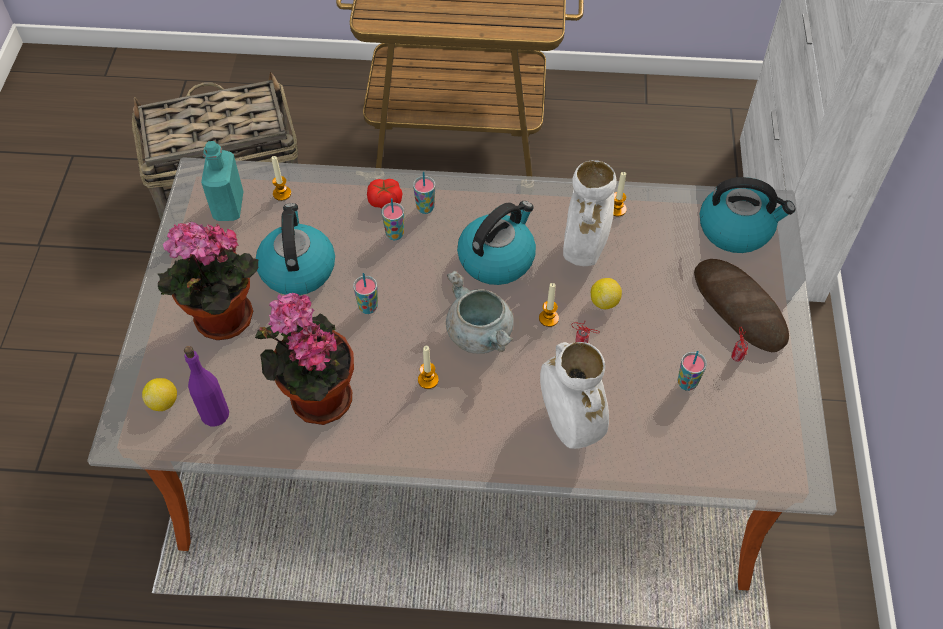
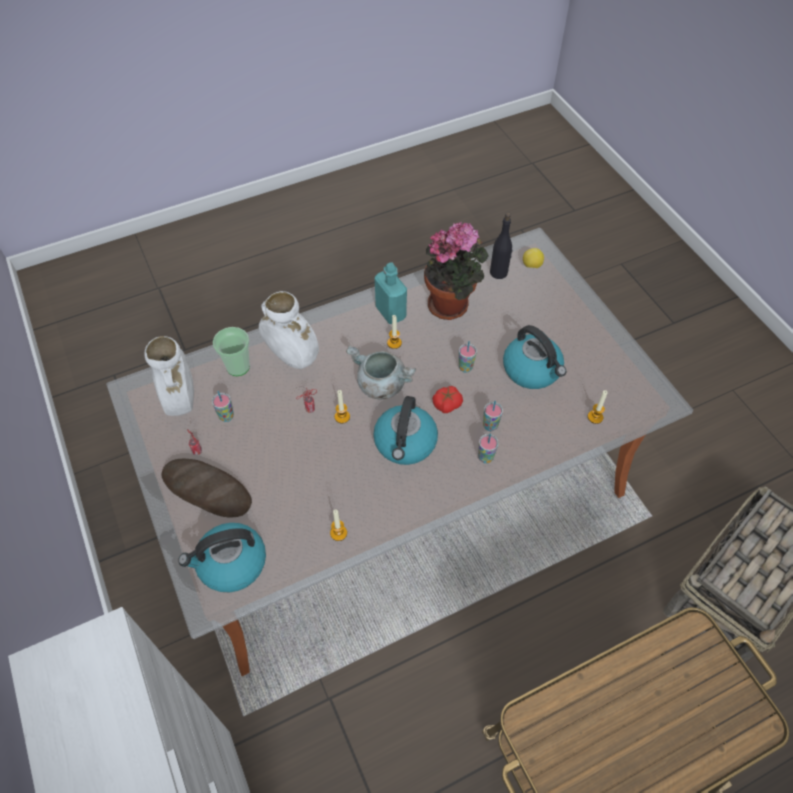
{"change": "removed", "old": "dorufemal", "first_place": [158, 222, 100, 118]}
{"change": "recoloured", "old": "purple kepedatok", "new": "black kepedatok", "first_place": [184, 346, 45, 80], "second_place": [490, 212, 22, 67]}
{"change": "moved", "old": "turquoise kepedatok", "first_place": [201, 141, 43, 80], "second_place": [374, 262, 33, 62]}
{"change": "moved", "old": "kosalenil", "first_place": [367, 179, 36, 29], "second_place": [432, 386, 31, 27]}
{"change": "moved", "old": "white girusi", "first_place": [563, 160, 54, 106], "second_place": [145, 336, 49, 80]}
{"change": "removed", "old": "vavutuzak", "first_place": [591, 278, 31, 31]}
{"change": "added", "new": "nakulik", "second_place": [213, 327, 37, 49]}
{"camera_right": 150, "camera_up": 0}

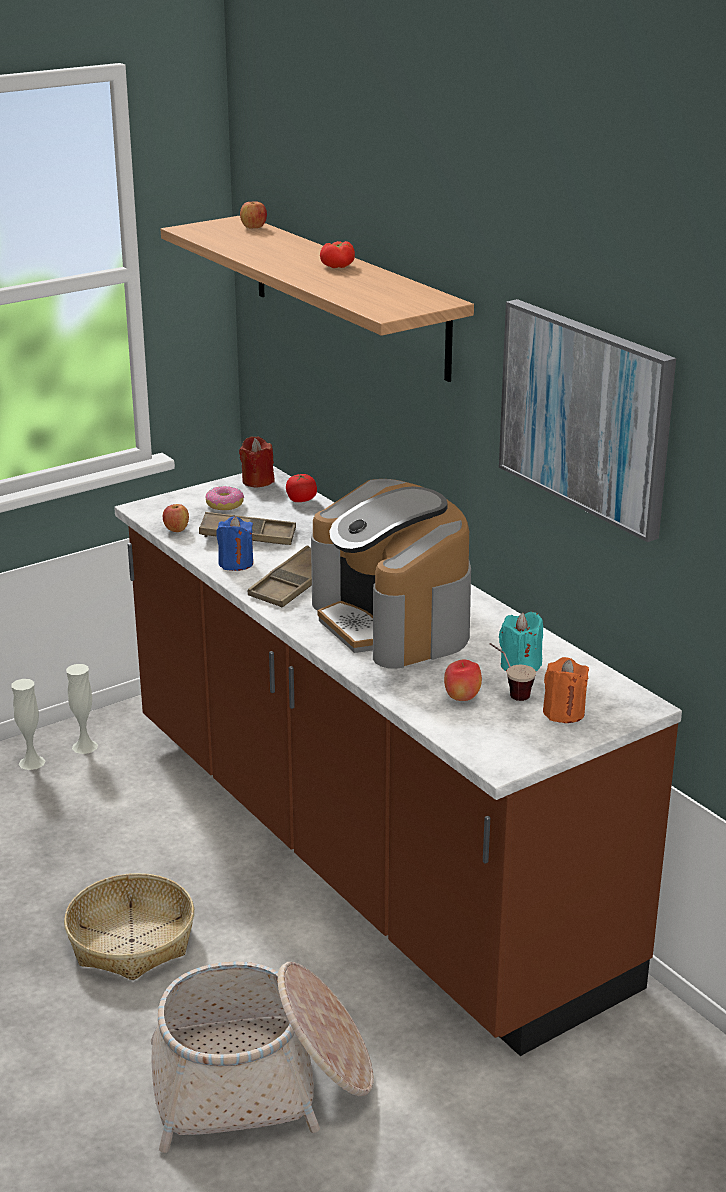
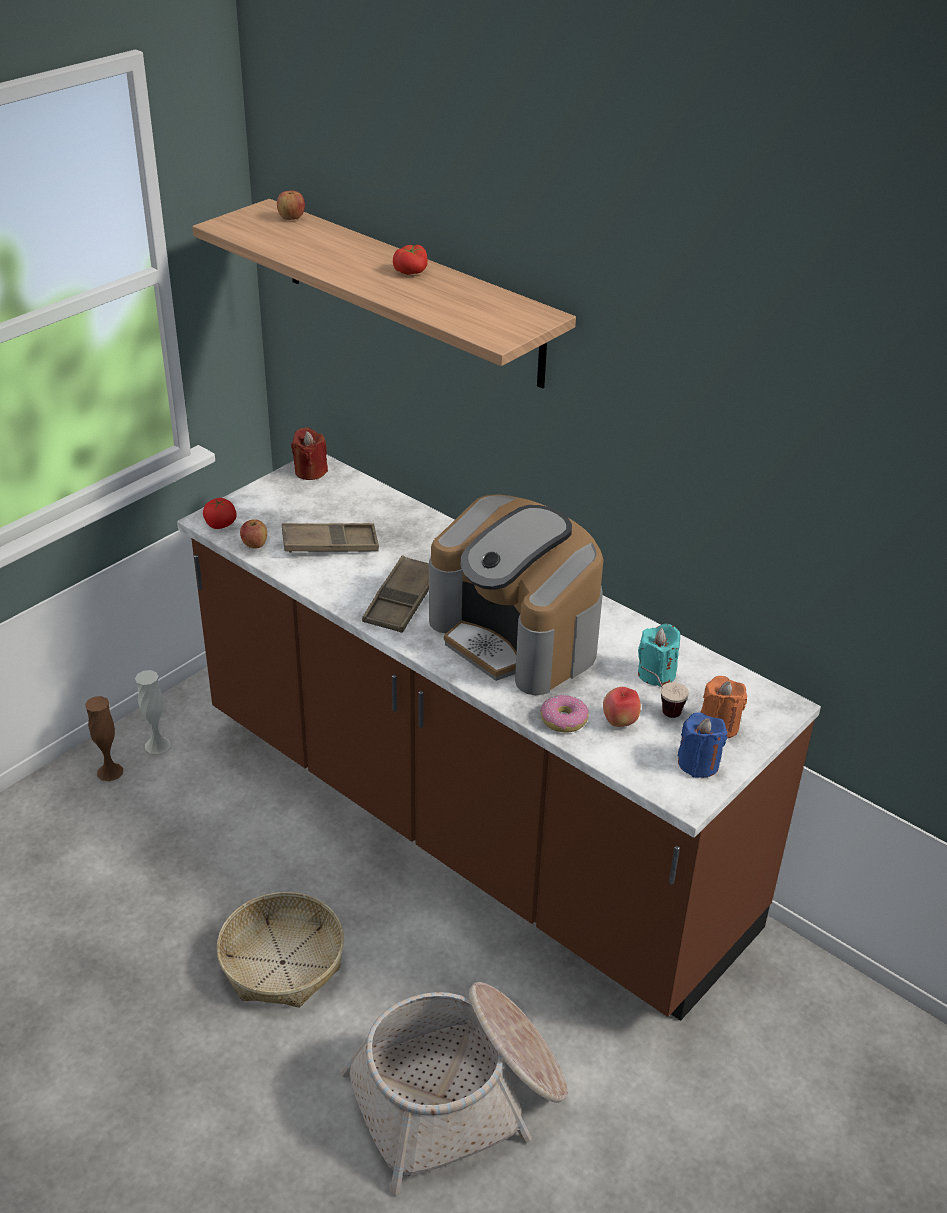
{"change": "recoloured", "old": "white girusi", "new": "brown girusi", "first_place": [11, 679, 34, 91], "second_place": [85, 696, 38, 85]}
{"change": "moved", "old": "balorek", "first_place": [205, 486, 39, 24], "second_place": [540, 695, 49, 38]}
{"change": "moved", "old": "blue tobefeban", "first_place": [216, 517, 37, 54], "second_place": [678, 713, 50, 65]}
{"change": "moved", "old": "kosalenil", "first_place": [286, 474, 31, 28], "second_place": [203, 498, 34, 31]}
{"change": "removed", "old": "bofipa", "first_place": [499, 299, 177, 243]}
{"camera_right": -15, "camera_up": 10}

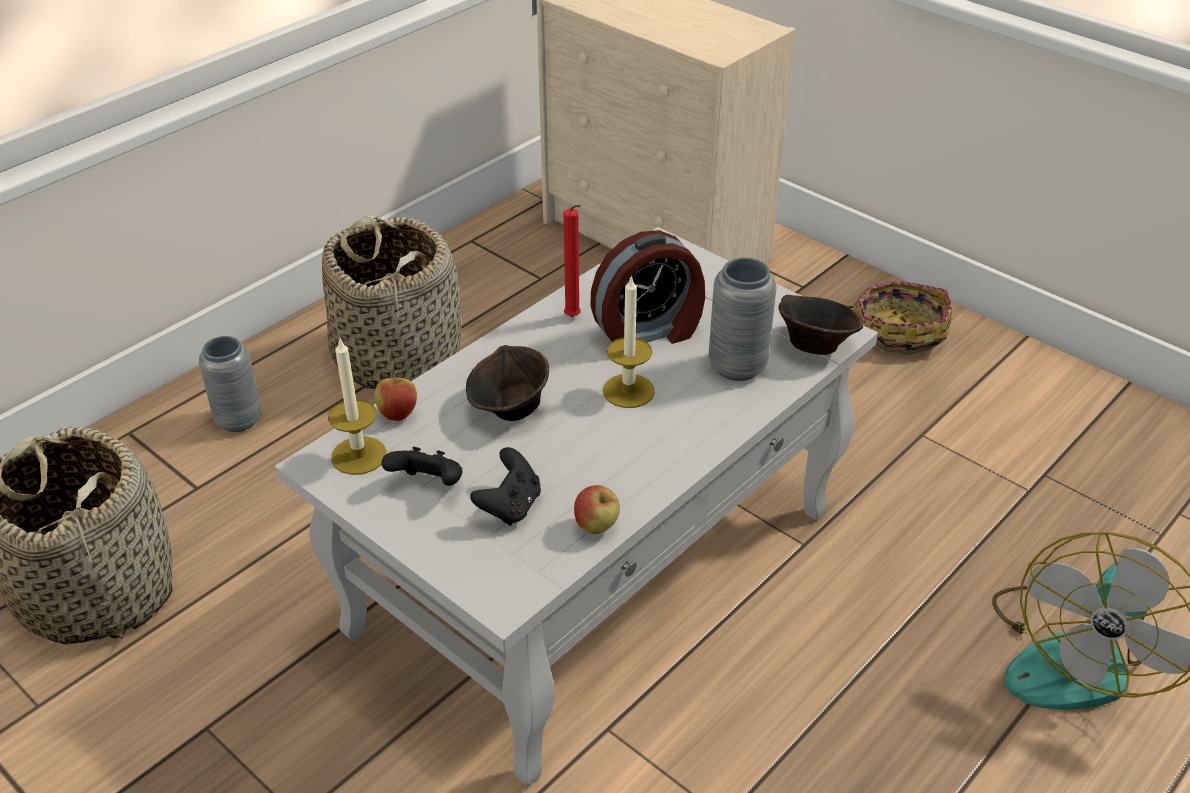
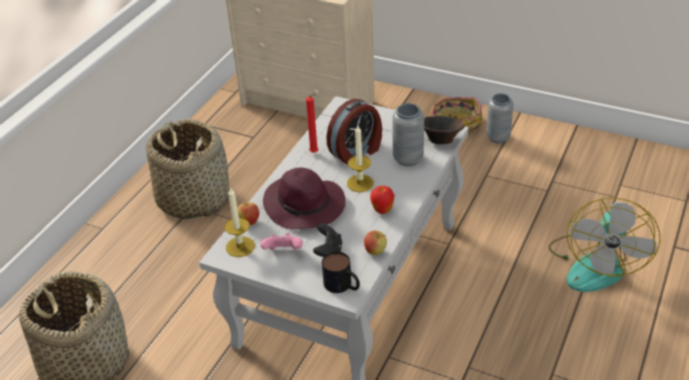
{"change": "moved", "old": "grey girusi", "first_place": [199, 336, 62, 96], "second_place": [486, 93, 28, 50]}
{"change": "recoloured", "old": "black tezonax", "new": "pink tezonax", "first_place": [381, 447, 81, 39], "second_place": [261, 233, 42, 17]}
{"change": "replaced", "old": "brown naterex", "new": "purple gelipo", "first_place": [466, 345, 83, 76], "second_place": [263, 167, 83, 62]}
{"change": "added", "new": "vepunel", "second_place": [322, 252, 38, 41]}
{"change": "added", "new": "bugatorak", "second_place": [370, 186, 25, 28]}
{"camera_right": -15, "camera_up": 0}

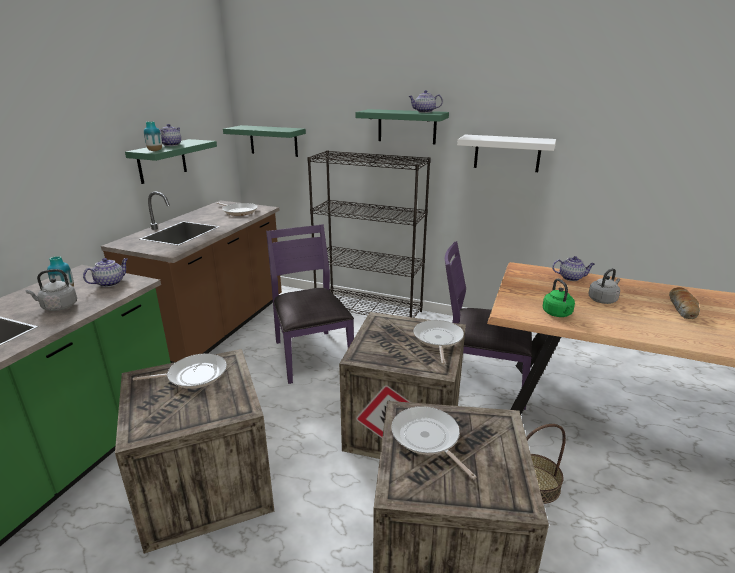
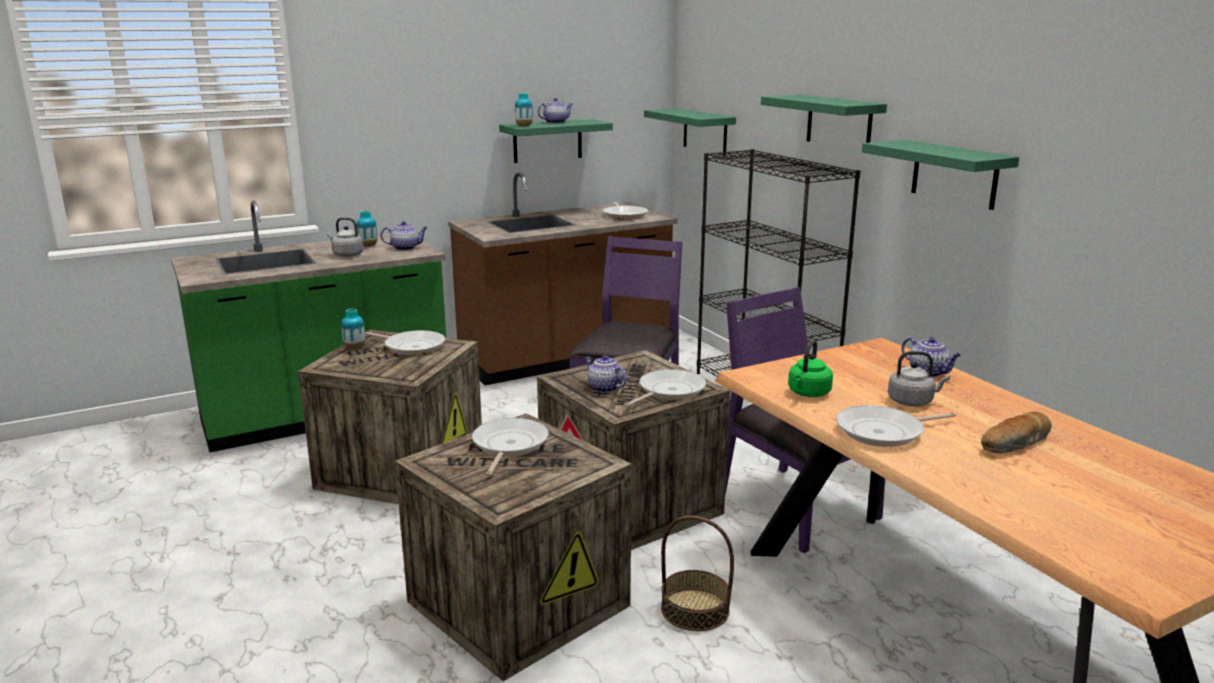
{"change": "moved", "old": "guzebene", "first_place": [409, 90, 34, 23], "second_place": [585, 355, 42, 38]}
{"change": "recoloured", "old": "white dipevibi", "new": "green dipevibi", "first_place": [457, 135, 99, 37], "second_place": [862, 140, 157, 70]}
{"change": "added", "new": "girusi", "second_place": [341, 309, 24, 40]}
{"change": "added", "new": "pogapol", "second_place": [836, 405, 120, 42]}
{"camera_right": 40, "camera_up": -5}

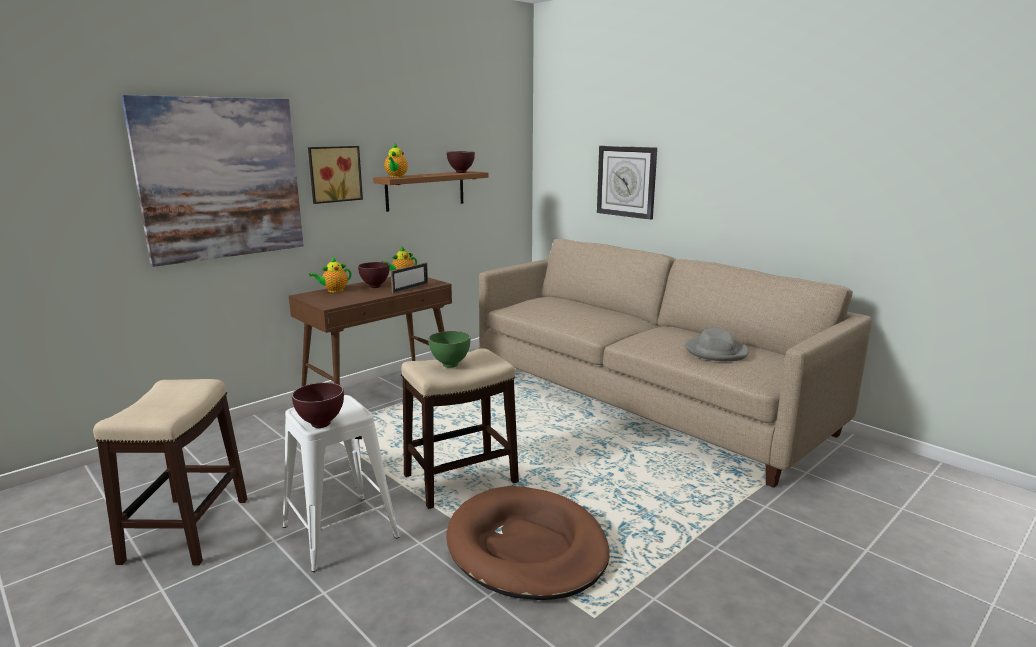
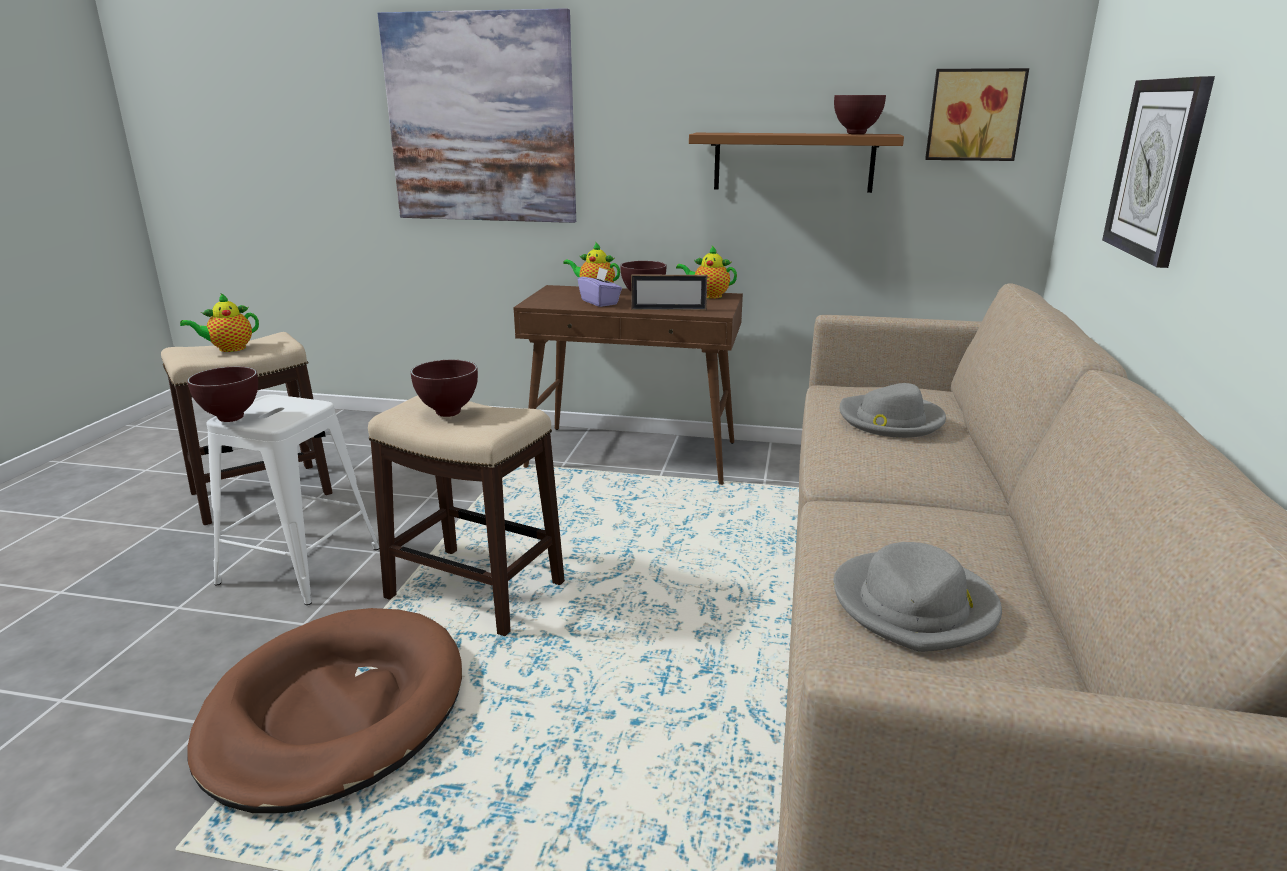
{"change": "moved", "old": "bofipa", "first_place": [308, 146, 55, 58], "second_place": [925, 68, 104, 93]}
{"change": "moved", "old": "guzebene", "first_place": [384, 142, 24, 35], "second_place": [180, 293, 79, 59]}
{"change": "recoloured", "old": "green naterex", "new": "brown naterex", "first_place": [429, 331, 41, 37], "second_place": [411, 360, 67, 57]}
{"change": "added", "new": "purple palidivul", "second_place": [578, 267, 44, 40]}
{"change": "added", "new": "grey gelipo", "second_place": [840, 383, 106, 55]}
{"camera_right": 55, "camera_up": 5}

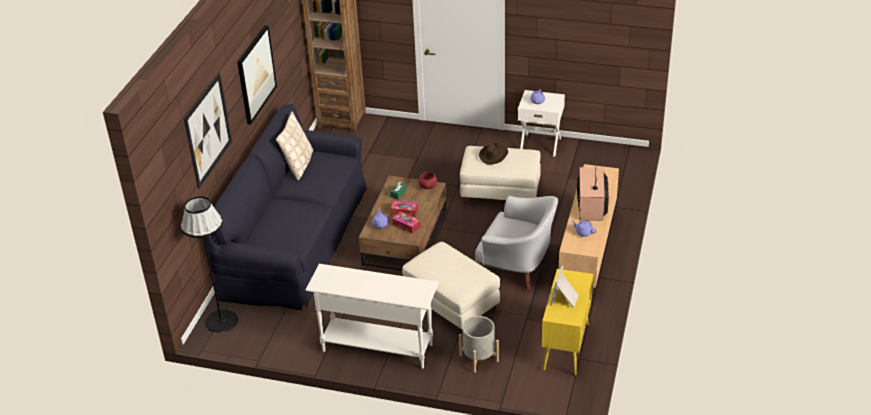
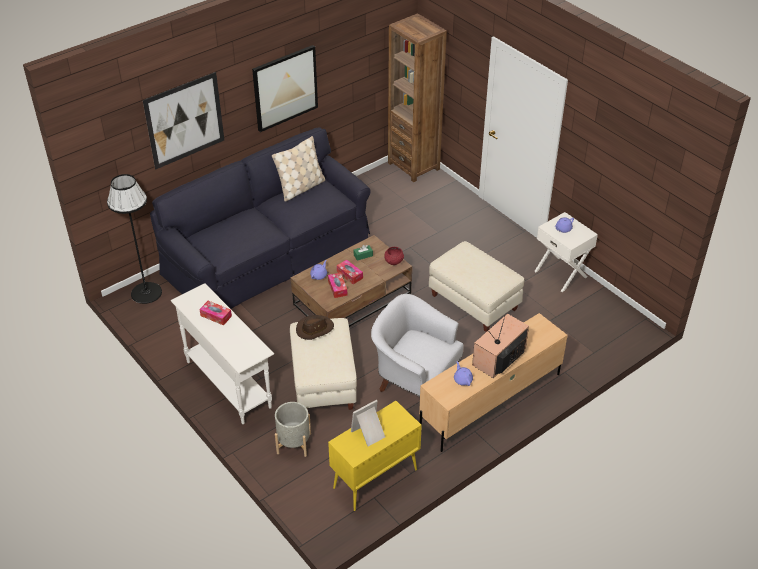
{"change": "turned", "old": "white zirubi", "first_place": [475, 196, 83, 94], "second_place": [371, 294, 93, 103], "degrees": 150}
{"change": "moved", "old": "brown gelipo", "first_place": [479, 143, 29, 21], "second_place": [296, 315, 38, 25]}
{"change": "added", "new": "palidivul", "second_place": [200, 301, 32, 24]}
{"camera_right": 35, "camera_up": 5}

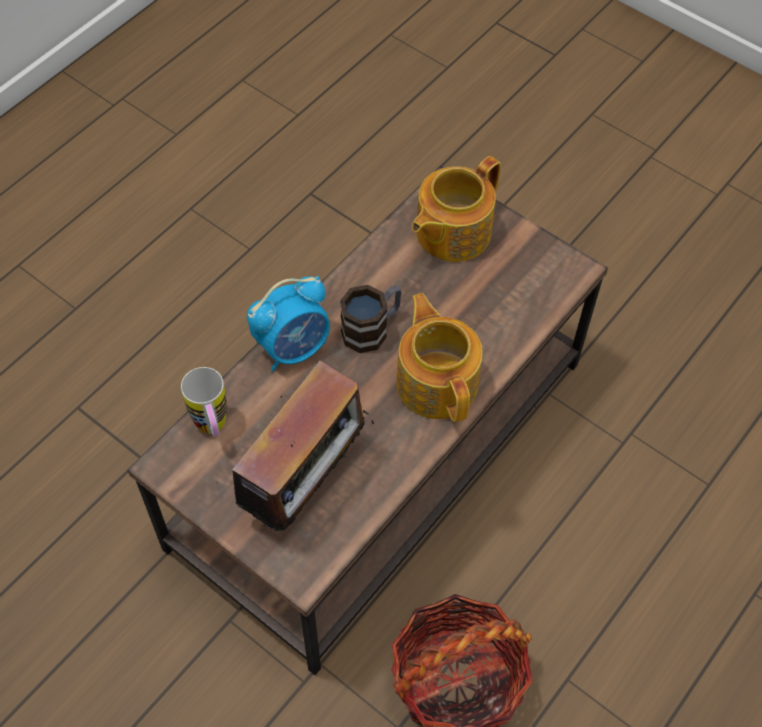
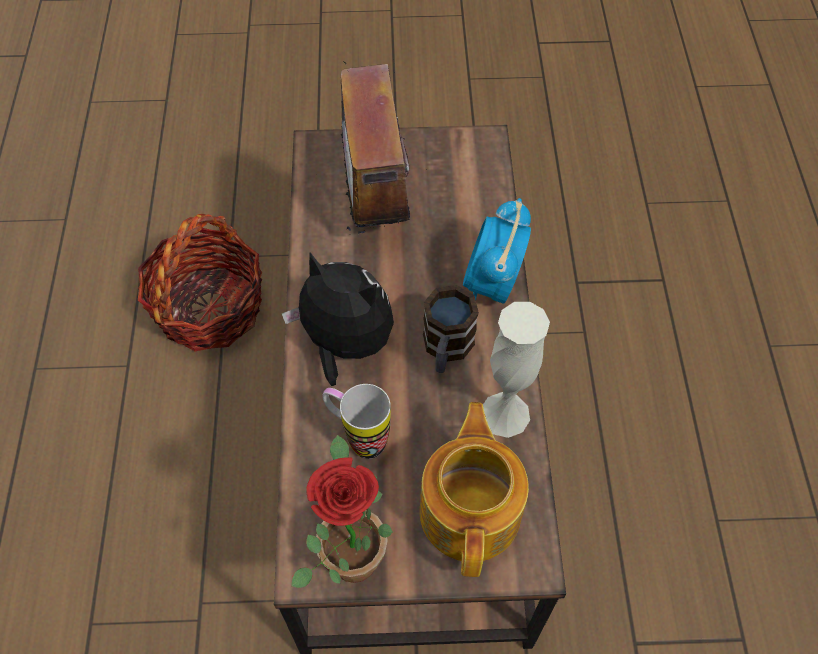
{"change": "moved", "old": "vepunel", "first_place": [181, 367, 46, 69], "second_place": [322, 384, 69, 75]}
{"change": "replaced", "old": "guzebene", "new": "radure", "first_place": [396, 293, 87, 129], "second_place": [282, 252, 112, 134]}
{"change": "added", "new": "dorufemal", "second_place": [291, 435, 102, 153]}
{"change": "added", "new": "white girusi", "second_place": [483, 302, 67, 136]}
{"camera_right": 140, "camera_up": 0}

